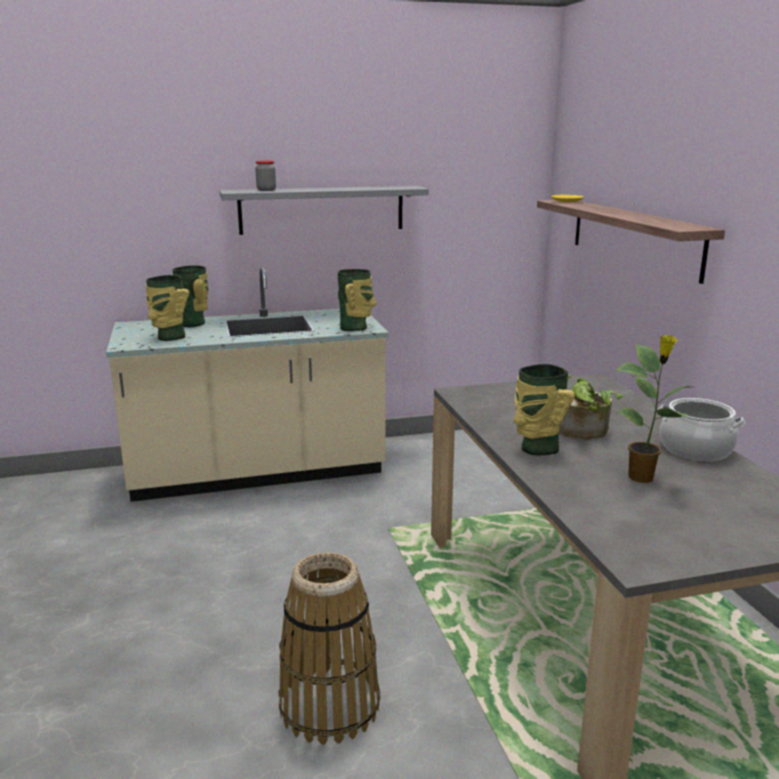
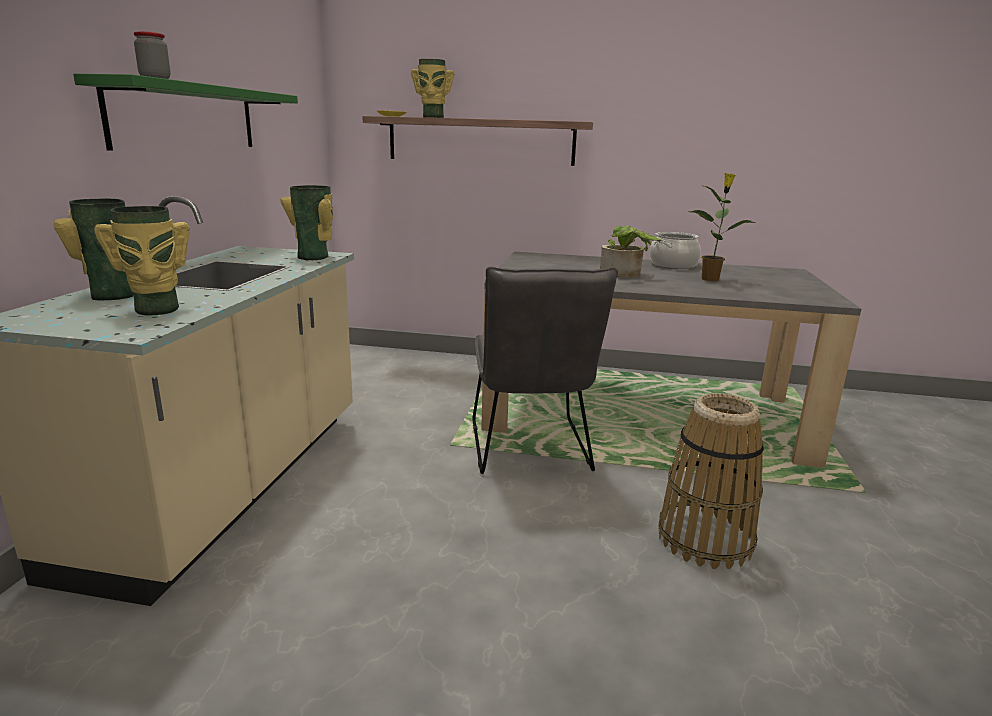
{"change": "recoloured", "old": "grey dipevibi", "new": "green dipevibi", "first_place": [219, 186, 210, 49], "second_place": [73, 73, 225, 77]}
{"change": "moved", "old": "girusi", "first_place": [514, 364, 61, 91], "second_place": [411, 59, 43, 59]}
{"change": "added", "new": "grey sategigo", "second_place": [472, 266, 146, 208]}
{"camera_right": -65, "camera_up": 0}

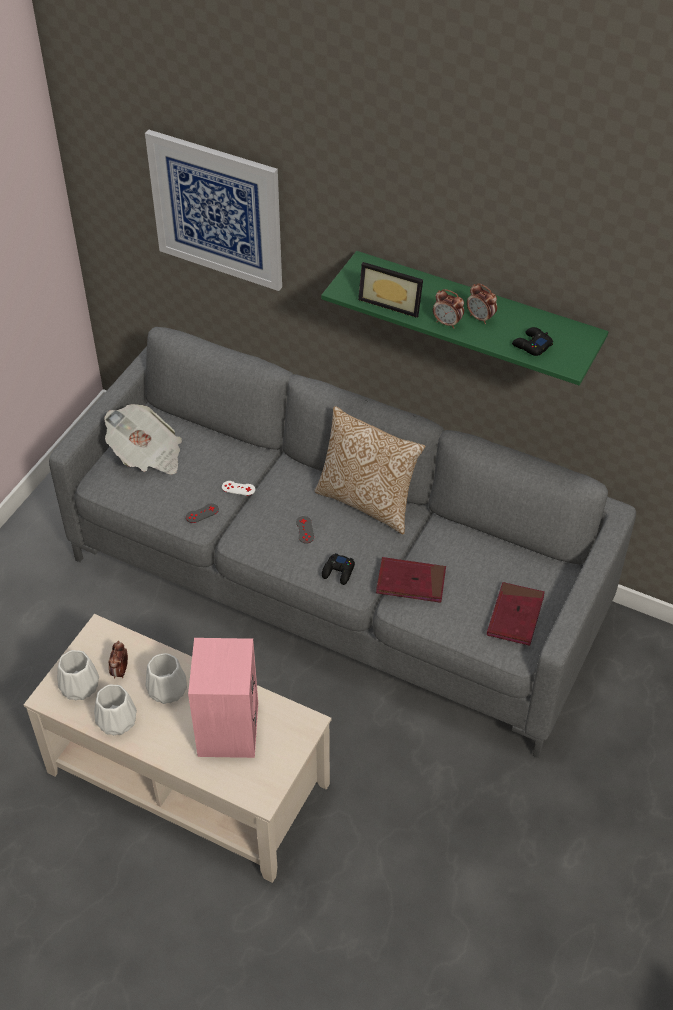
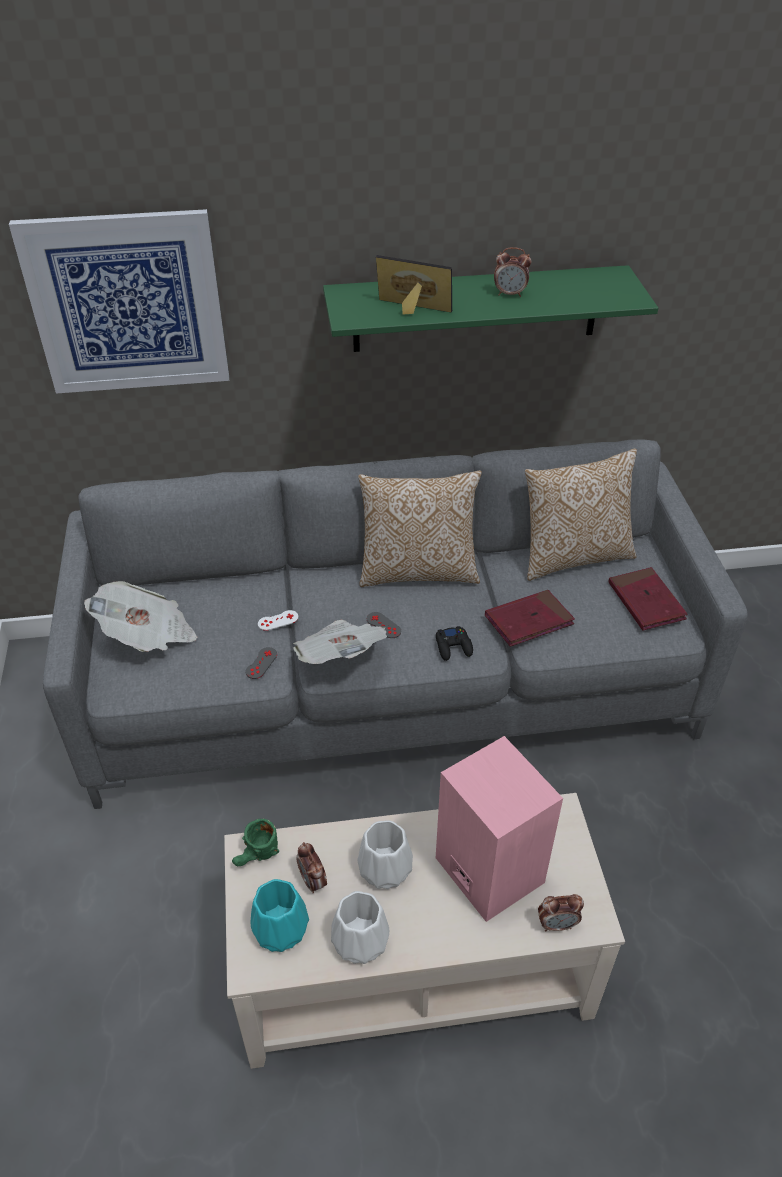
{"change": "recoloured", "old": "white girusi", "new": "turquoise girusi", "first_place": [57, 650, 42, 50], "second_place": [251, 879, 58, 73]}
{"change": "turned", "old": "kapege", "first_place": [358, 262, 65, 56], "second_place": [376, 255, 76, 60], "degrees": -150}
{"change": "moved", "old": "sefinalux", "first_place": [433, 289, 31, 40], "second_place": [538, 894, 46, 37]}
{"change": "removed", "old": "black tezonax", "first_place": [512, 327, 41, 29]}
{"change": "added", "new": "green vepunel", "second_place": [232, 819, 47, 47]}
{"change": "added", "new": "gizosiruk", "second_place": [293, 620, 94, 44]}
{"change": "added", "new": "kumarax", "second_place": [525, 449, 112, 132]}
{"camera_right": -35, "camera_up": -5}

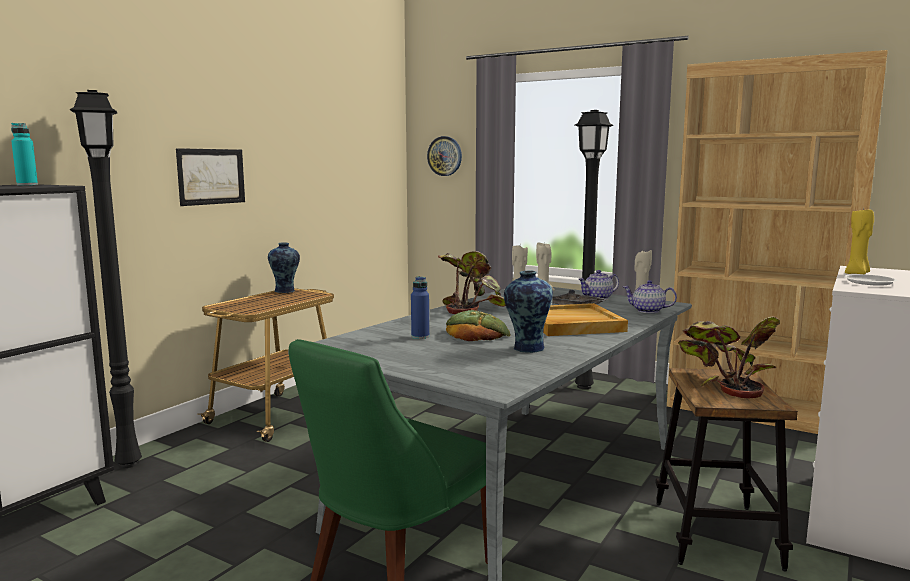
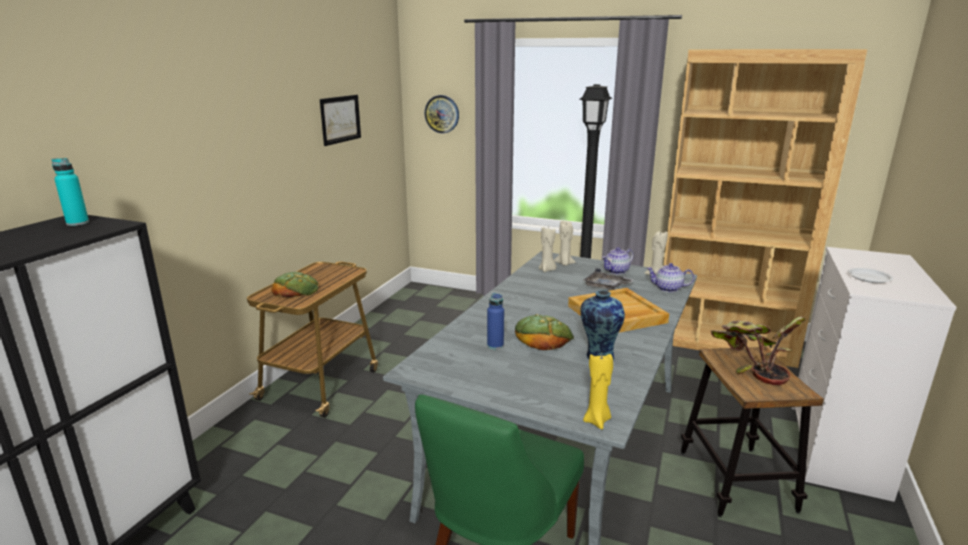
{"change": "removed", "old": "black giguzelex", "first_place": [69, 90, 73, 378]}
{"change": "moved", "old": "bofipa", "first_place": [176, 148, 69, 58], "second_place": [320, 95, 41, 51]}
{"change": "removed", "old": "girusi", "first_place": [268, 242, 32, 51]}
{"change": "removed", "old": "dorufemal", "first_place": [438, 251, 68, 63]}
{"change": "moved", "old": "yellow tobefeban", "first_place": [845, 209, 29, 65], "second_place": [583, 354, 30, 76]}
{"change": "added", "new": "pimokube", "second_place": [272, 271, 46, 26]}
{"camera_right": -10, "camera_up": 10}

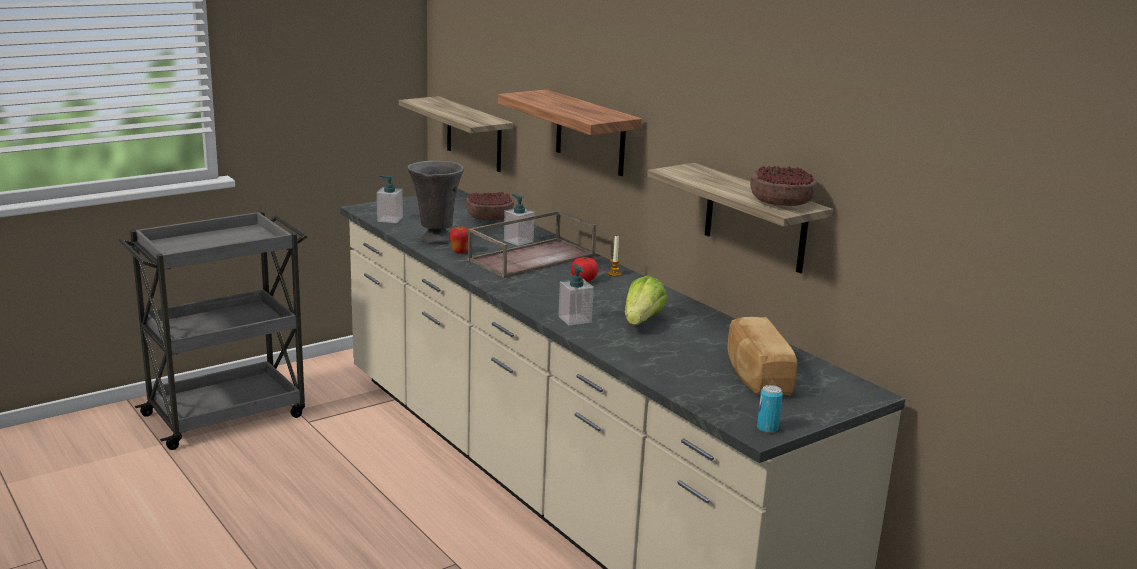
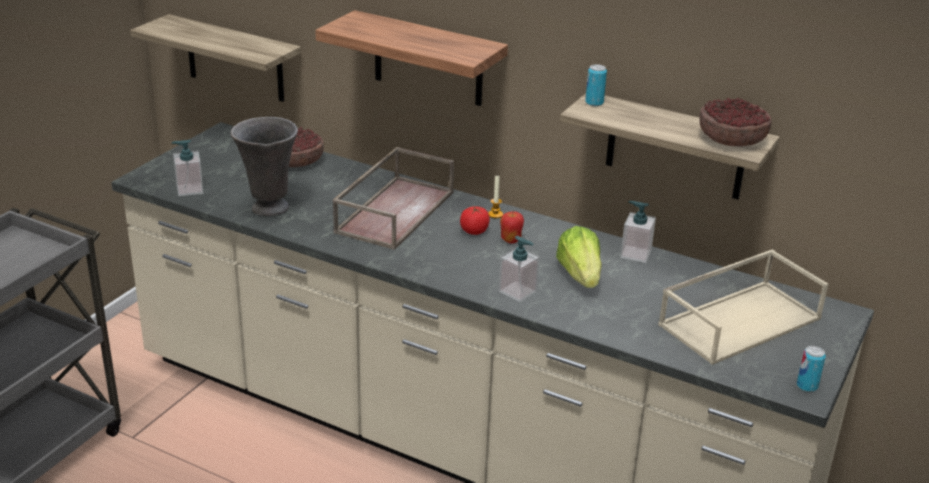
{"change": "moved", "old": "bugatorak", "first_place": [450, 225, 18, 29], "second_place": [500, 211, 24, 32]}
{"change": "moved", "old": "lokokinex", "first_place": [504, 194, 30, 52], "second_place": [620, 201, 36, 62]}
{"change": "replaced", "old": "pimokube", "new": "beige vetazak", "first_place": [728, 317, 69, 79], "second_place": [658, 249, 170, 116]}
{"change": "added", "new": "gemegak", "second_place": [585, 64, 22, 42]}
{"camera_right": -25, "camera_up": 10}

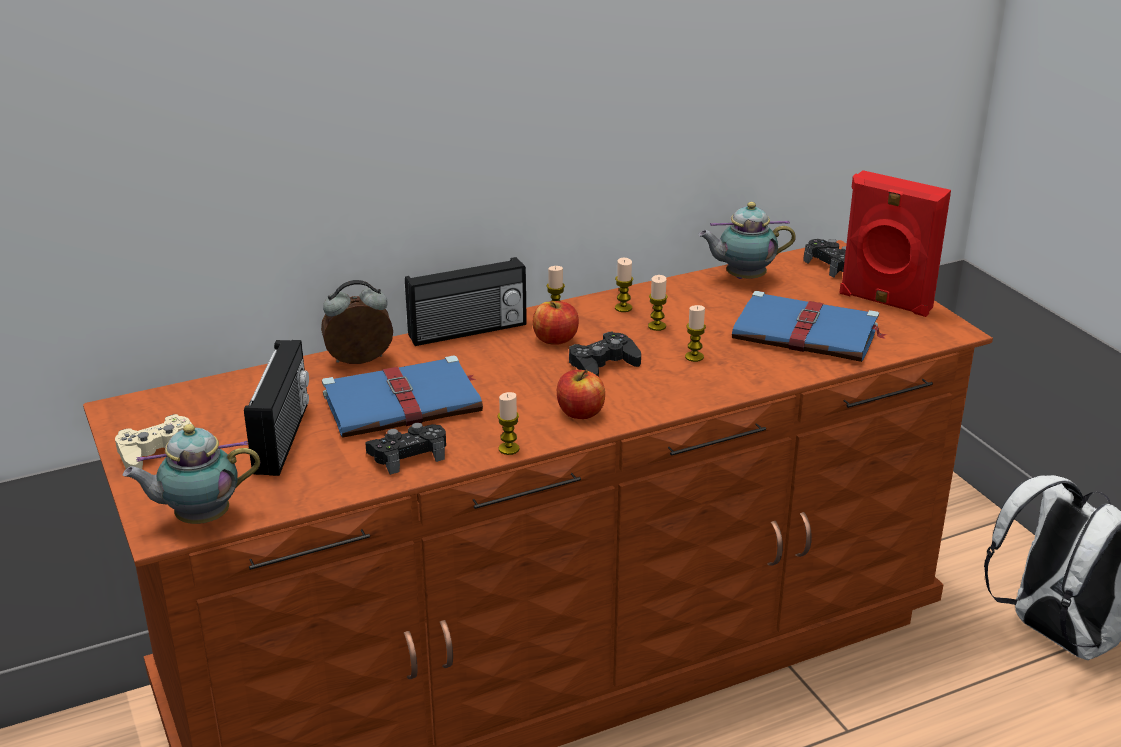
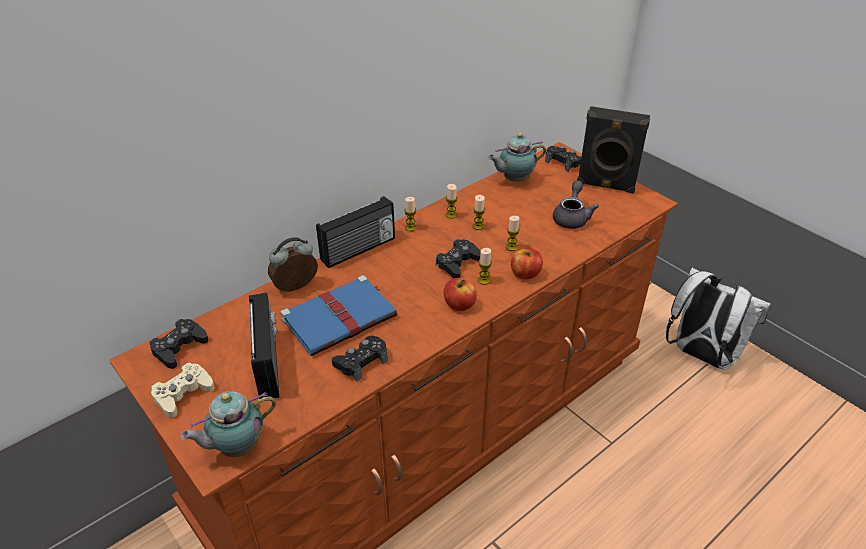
{"change": "moved", "old": "tobefeban", "first_place": [497, 392, 23, 63], "second_place": [478, 248, 14, 37]}
{"change": "moved", "old": "bugatorak", "first_place": [532, 301, 47, 44], "second_place": [511, 248, 32, 31]}
{"change": "replaced", "old": "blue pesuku", "new": "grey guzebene", "first_place": [732, 291, 155, 71], "second_place": [553, 180, 46, 49]}
{"change": "recoloured", "old": "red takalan", "new": "black takalan", "first_place": [839, 170, 112, 147], "second_place": [577, 106, 73, 87]}
{"change": "added", "new": "black tezonax", "second_place": [149, 319, 59, 50]}
{"camera_right": -15, "camera_up": 10}

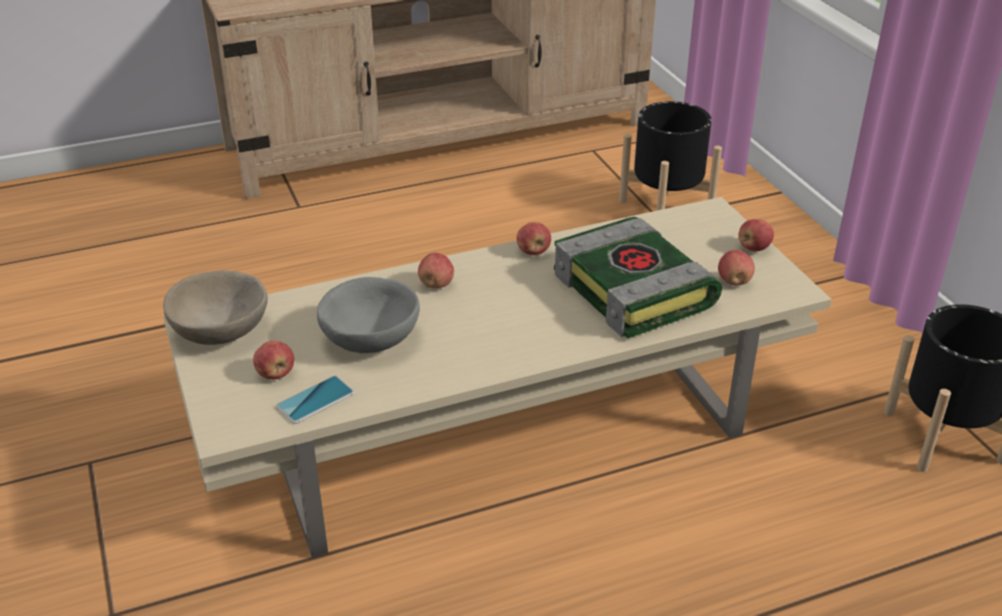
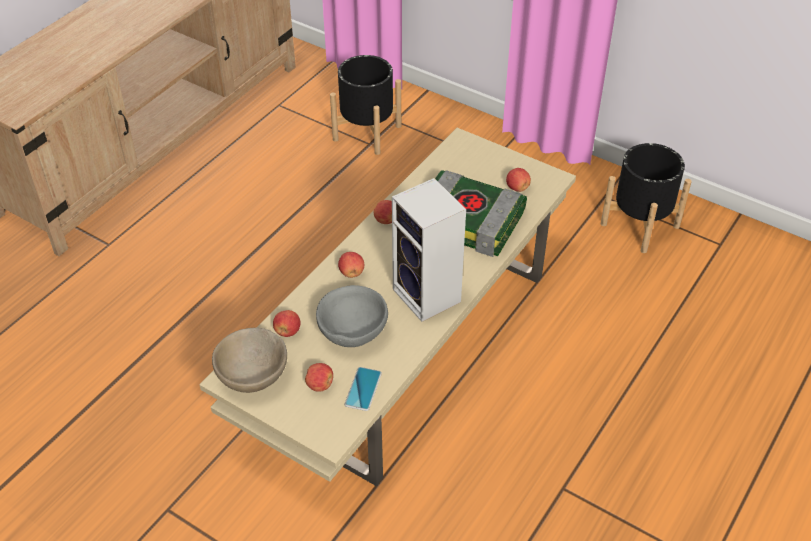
{"change": "moved", "old": "bugatorak", "first_place": [738, 219, 36, 32], "second_place": [273, 310, 27, 27]}
{"change": "added", "new": "takalan", "second_place": [392, 178, 74, 144]}
{"camera_right": -35, "camera_up": 10}

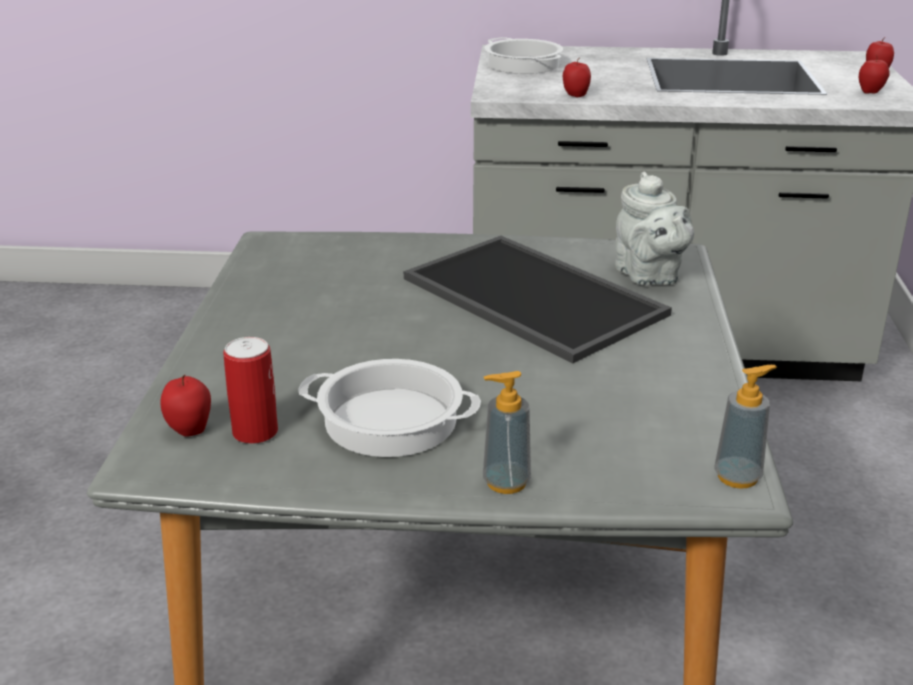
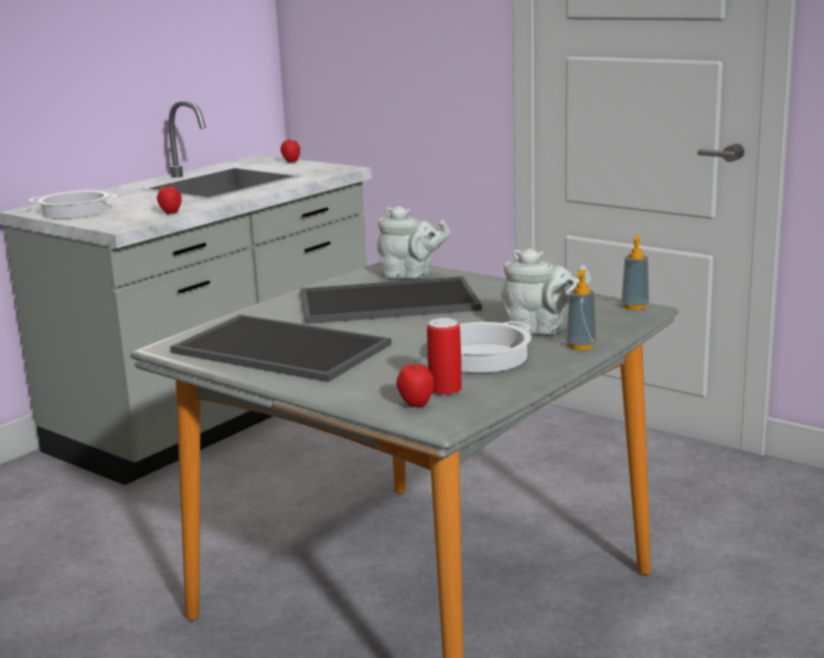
{"change": "removed", "old": "bugatorak", "first_place": [859, 55, 31, 39]}
{"change": "added", "new": "vetazak", "second_place": [170, 315, 221, 67]}
{"change": "added", "new": "grey guzebene", "second_place": [501, 249, 90, 85]}
{"camera_right": -55, "camera_up": -10}

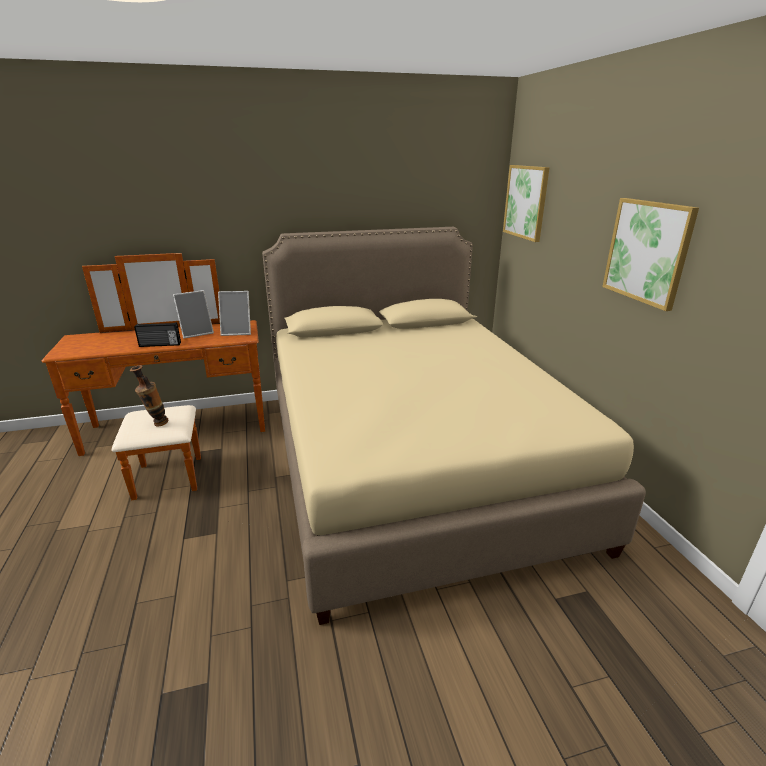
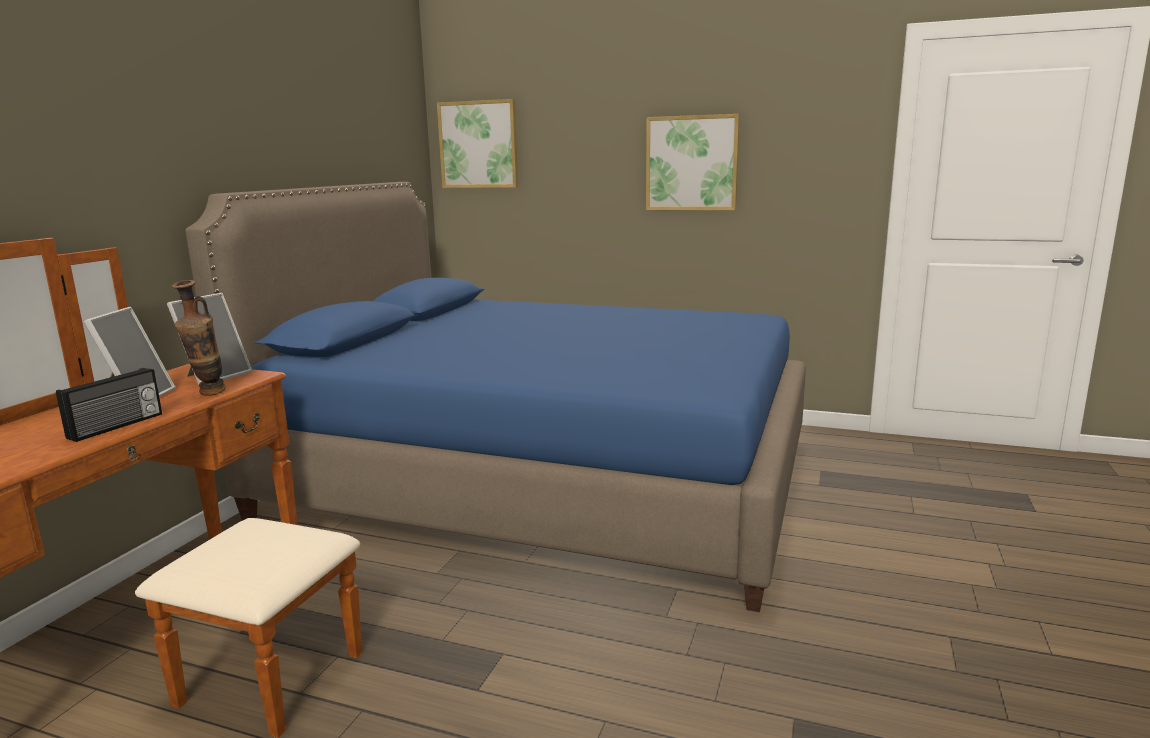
{"change": "moved", "old": "girusi", "first_place": [129, 365, 40, 62], "second_place": [172, 280, 54, 116]}
{"change": "recoloured", "old": "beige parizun", "new": "blue parizun", "first_place": [262, 227, 384, 398], "second_place": [185, 182, 621, 430]}
{"camera_right": -55, "camera_up": -10}

